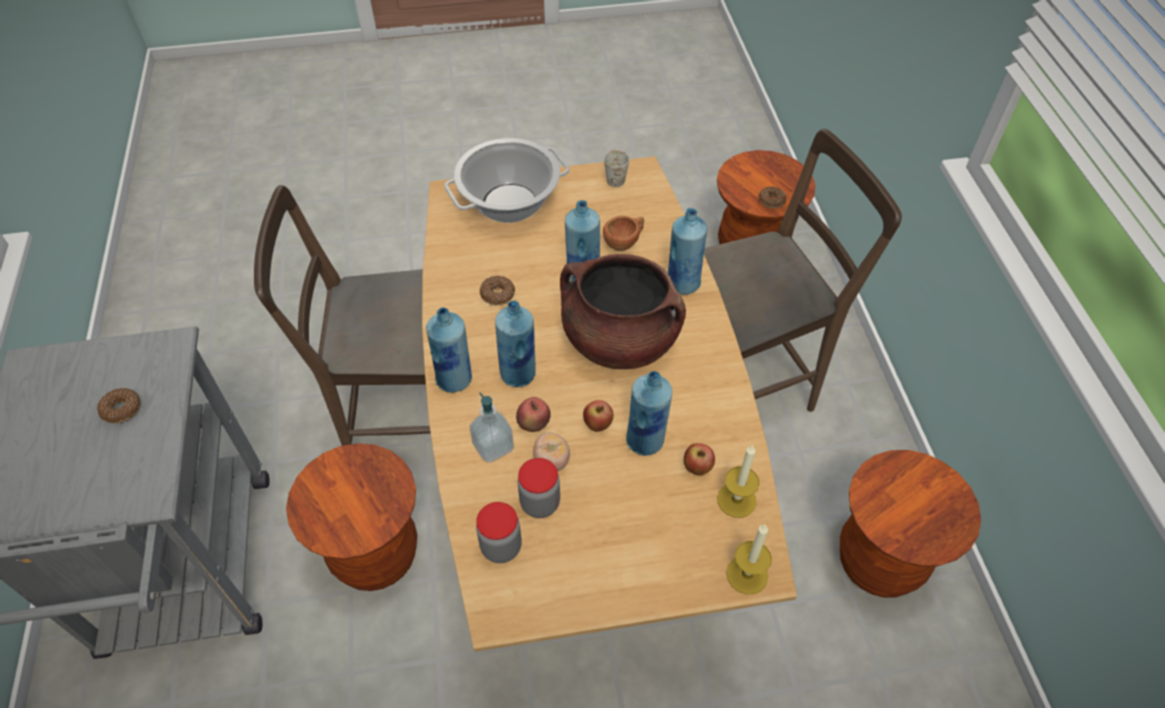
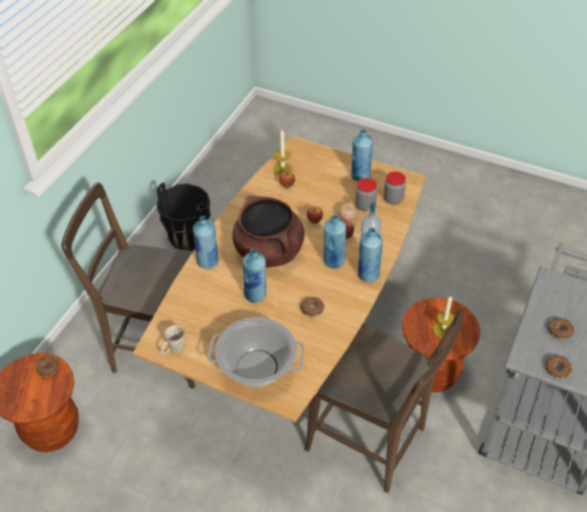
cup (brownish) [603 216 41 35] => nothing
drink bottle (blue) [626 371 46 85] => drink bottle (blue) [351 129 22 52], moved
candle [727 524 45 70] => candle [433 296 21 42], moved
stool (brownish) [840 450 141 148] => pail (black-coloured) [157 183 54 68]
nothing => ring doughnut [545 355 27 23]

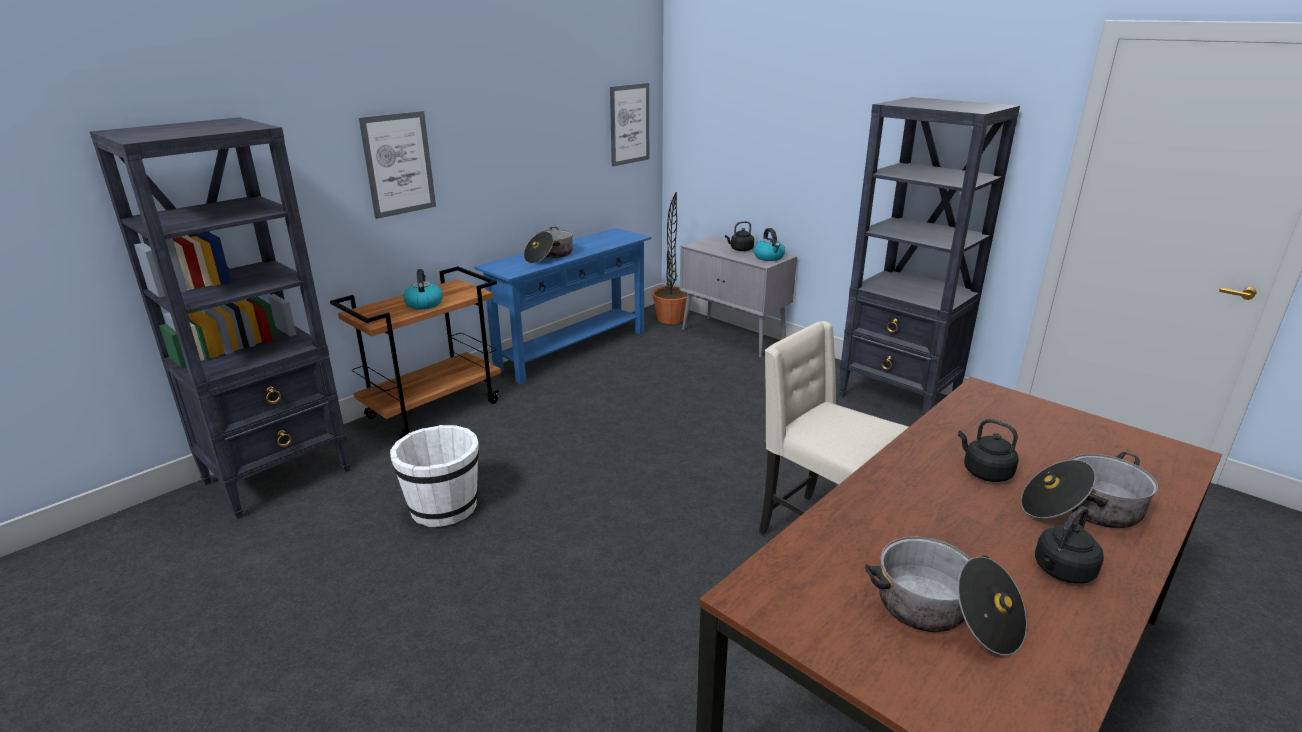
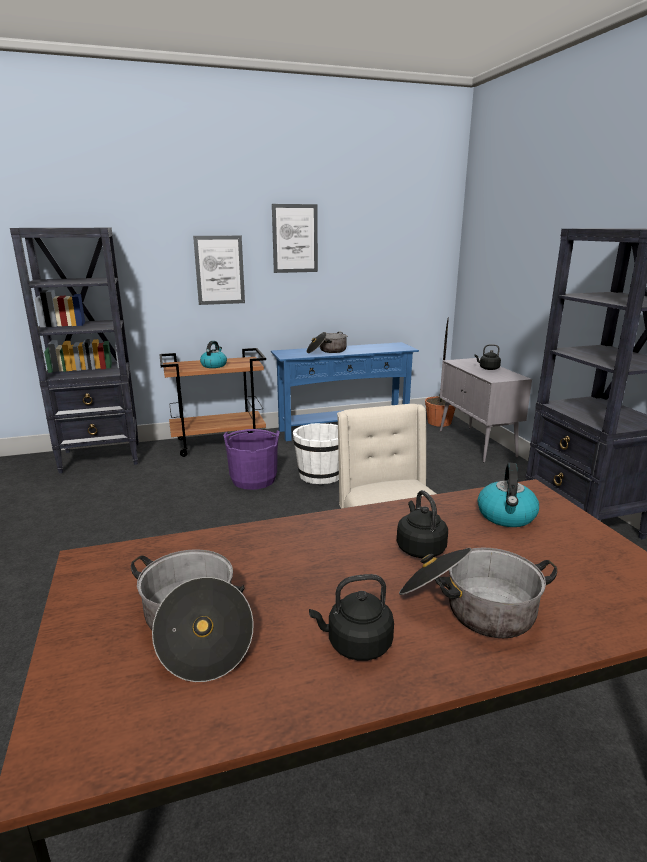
pail (white-coloured) [390 425 89 102] => pail (white-coloured) [293 423 46 61], moved
wall art [610 83 39 83] => wall art [272 204 46 69], moved
tea kettle [754 228 31 33] => tea kettle [477 463 62 64], moved
nothing => pail (purple-coloured) [223 429 57 61]

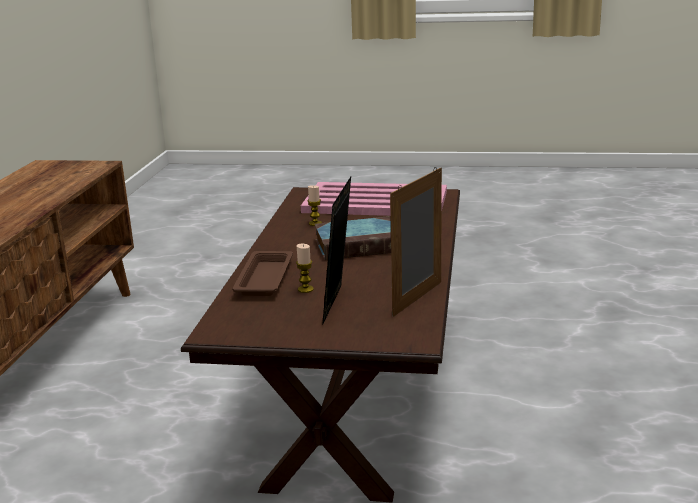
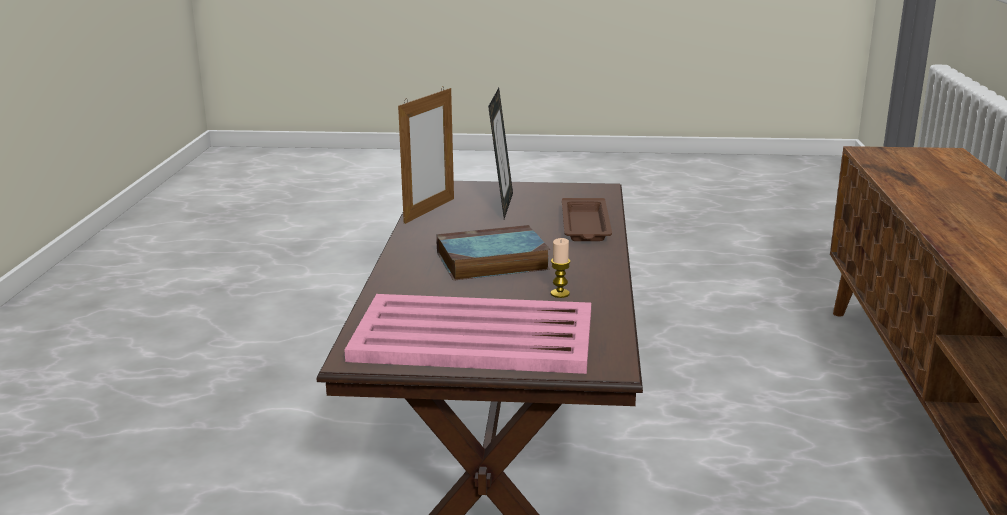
candle [296 244 18 49] => nothing

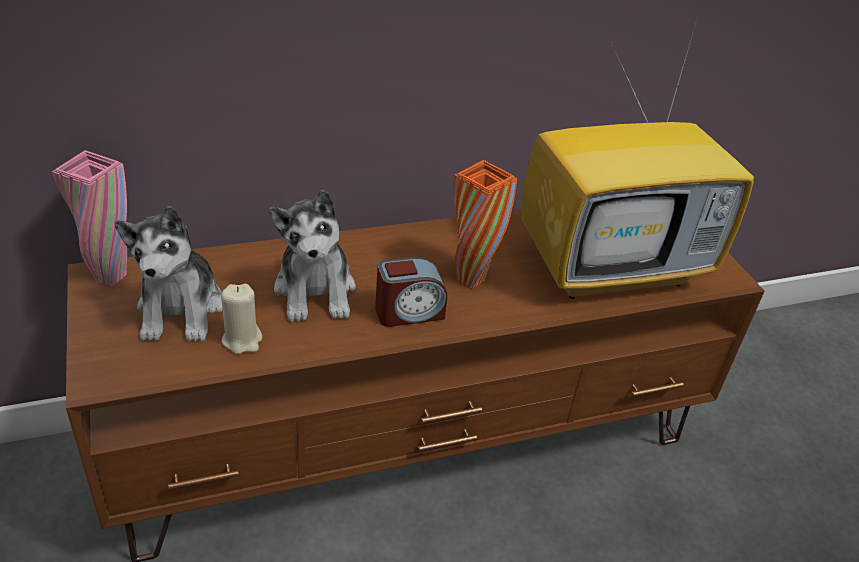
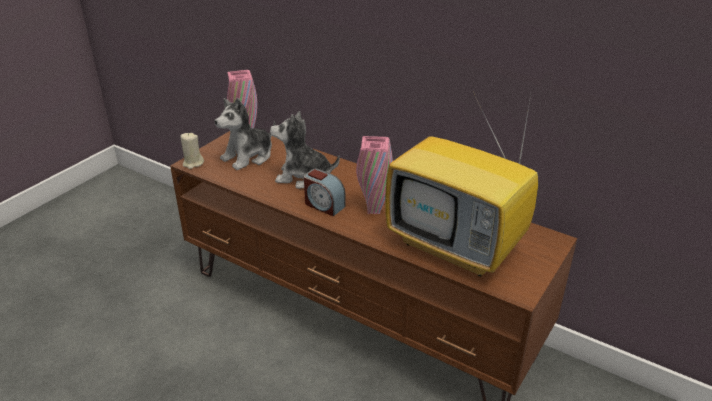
candle (beige-coloured) [221 284 41 70] => candle (beige-coloured) [180 133 24 36], moved
cuddly toy [269 190 87 132] => cuddly toy [270 111 70 78], 60 degrees clockwise
vase (orange) [453 160 64 129] => vase (pinkish) [356 136 37 78]

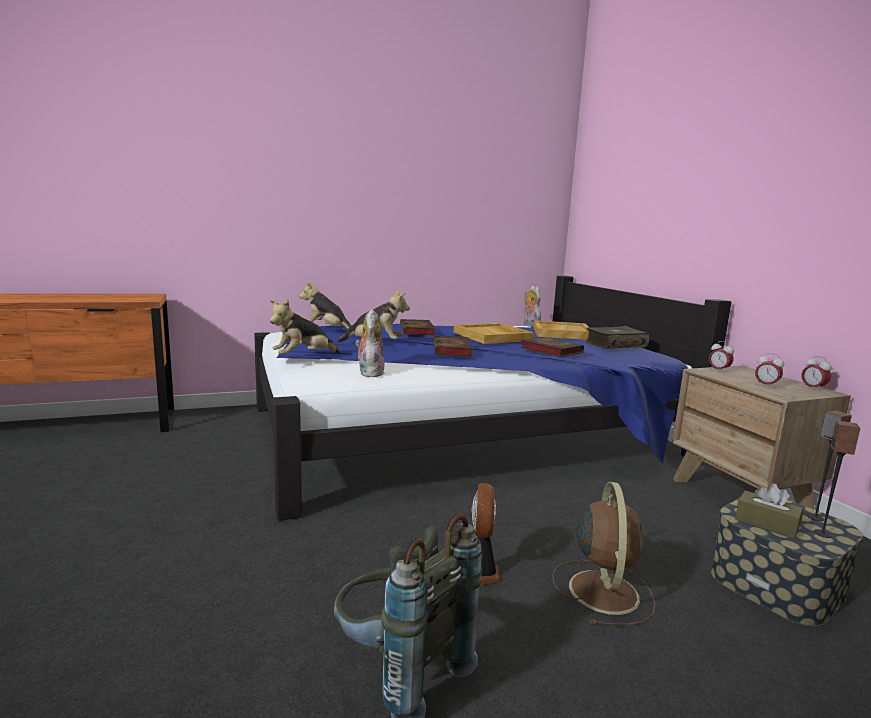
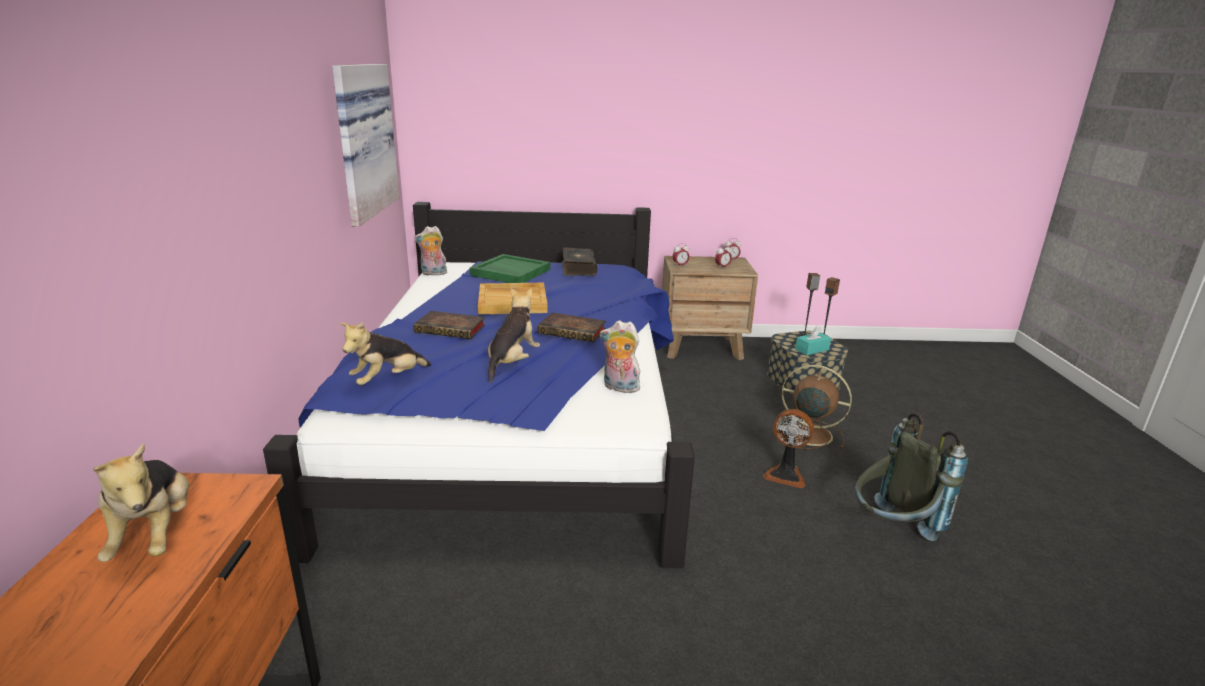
cuddly toy [270 299 70 56] => cuddly toy [93 443 96 119], moved
volume [521 337 63 20] => nothing
serving tray (beige-coloured) [533 320 57 20] => serving tray (greenish) [470 254 80 29]
tissue box (brownish) [735 484 69 55] => tissue box (blue-green) [795 326 36 29]
nothing => wall art [332 64 67 163]

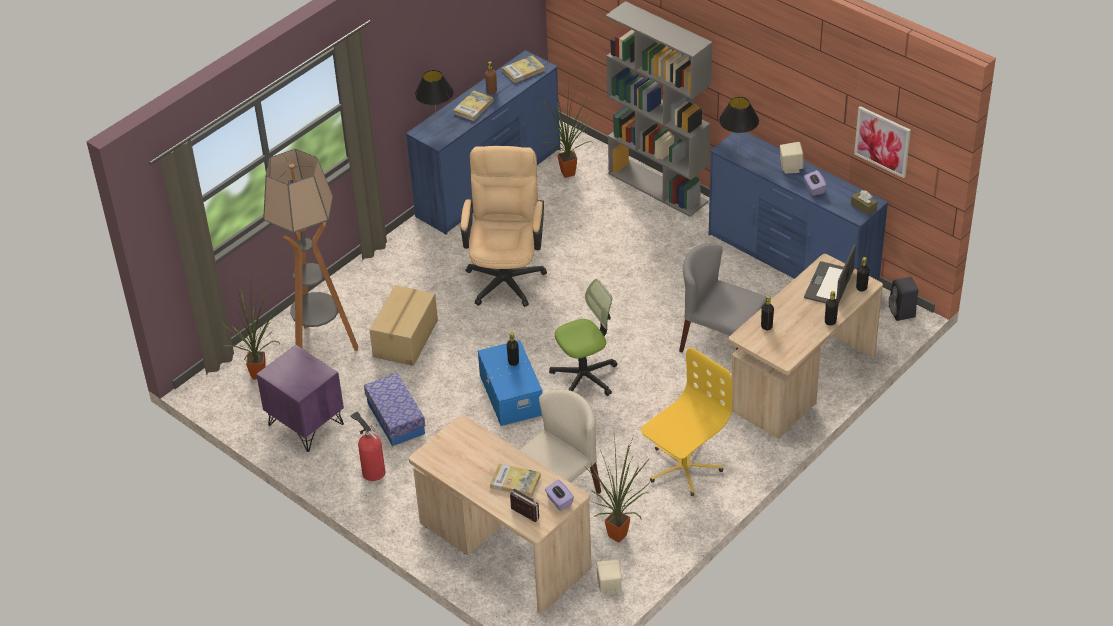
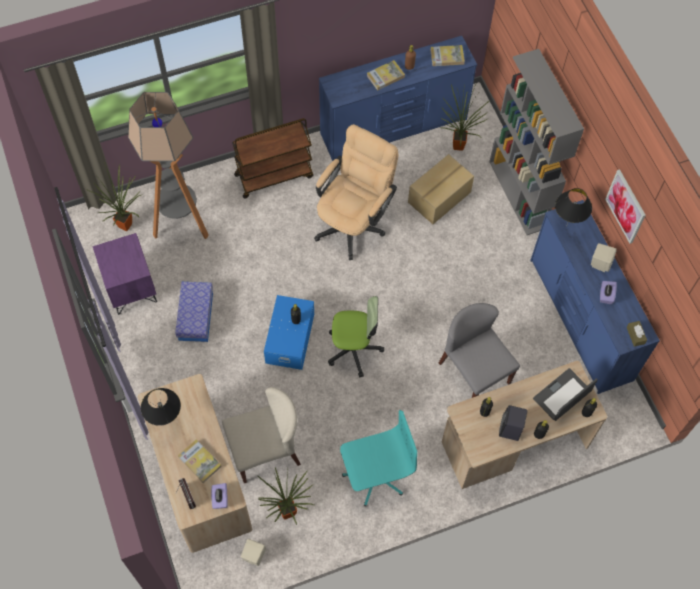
fire extinguisher [351 411 34 70] => nothing
carton [369 285 69 81] => carton [408 154 66 70], moved
tabletop lamp (black-coloured) [415 70 39 56] => tabletop lamp (black-coloured) [141 388 40 38], moved
desk chair (yellow-coloured) [641 348 91 148] => desk chair (blue-green) [340 410 77 97]
wall art [854 106 57 72] => wall art [605 169 41 75], moved
loudspeaker (black-coloured) [889 277 29 44] => loudspeaker (black-coloured) [499 405 28 36], moved
nothing => wheeled cart (brownish) [232 118 81 81]

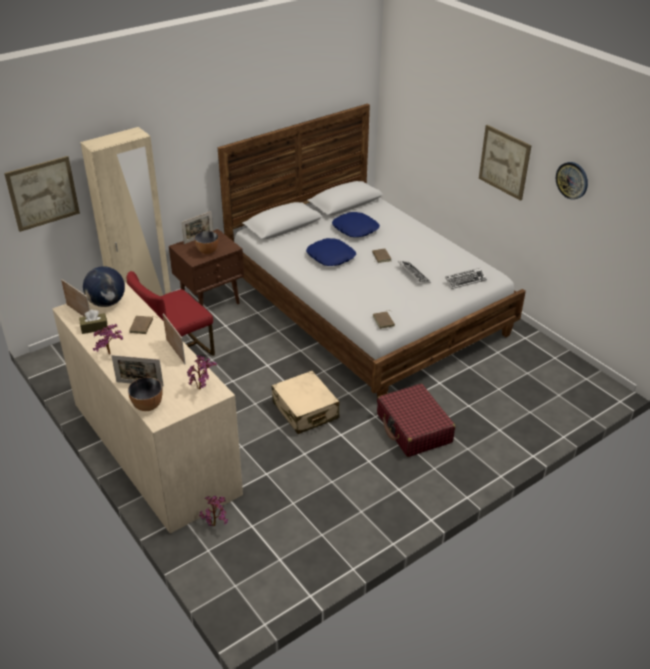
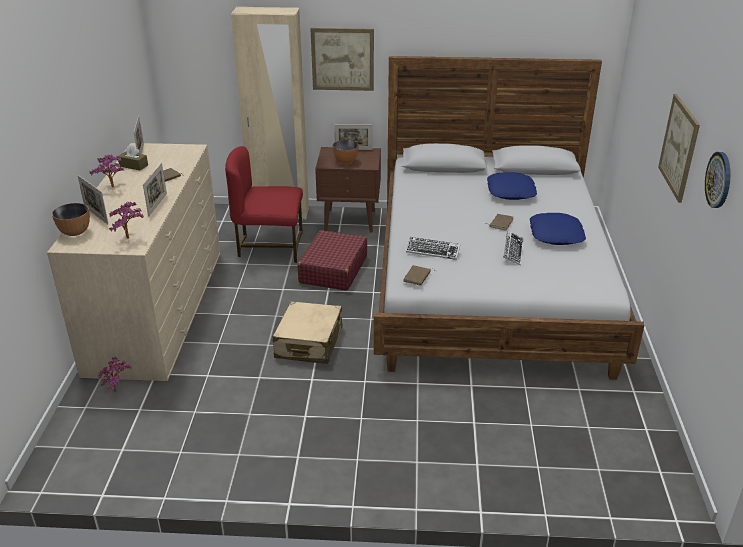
wall art [4 156 76 76] => wall art [310 28 64 63], moved
desk globe [83 266 42 41] => nothing
throw pillow (blue) [306 238 50 28] => throw pillow (blue) [530 213 56 32], moved
piece of luggage (red-coloured) [377 384 78 73] => piece of luggage (red-coloured) [298 230 69 61], moved
keyboard [445 268 42 21] => keyboard [406 237 54 23], moved

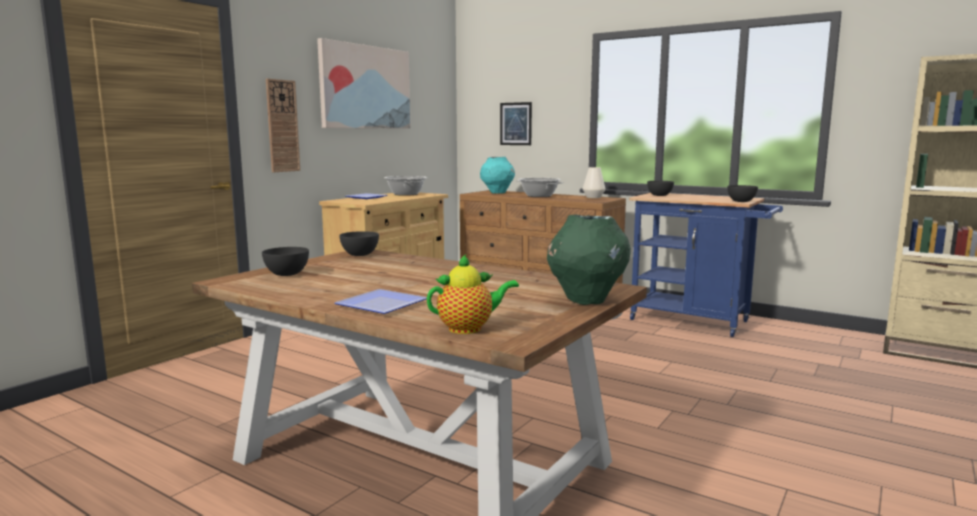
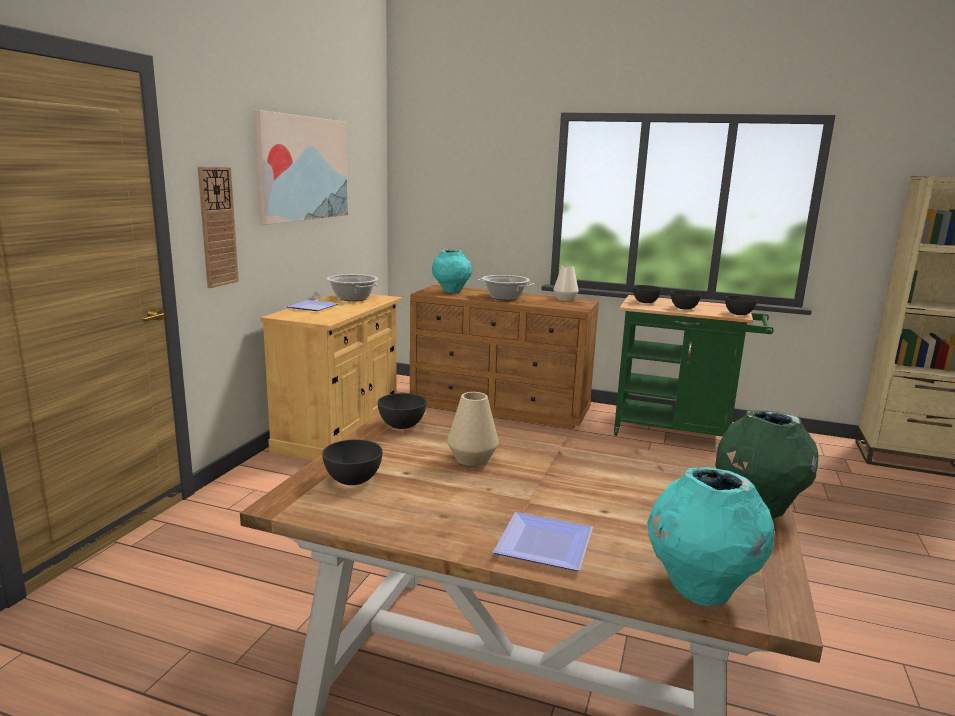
tea pot [427 254 92 80] => vase (blue-green) [647 467 127 139]
wall art [500 102 32 43] => nothing
wheeled cart (blue) [629 193 154 144] => wheeled cart (greenish) [614 295 160 142]
nothing => vase (beige-coloured) [447 392 52 74]
nothing => deep dish (greyish) [671 290 30 20]

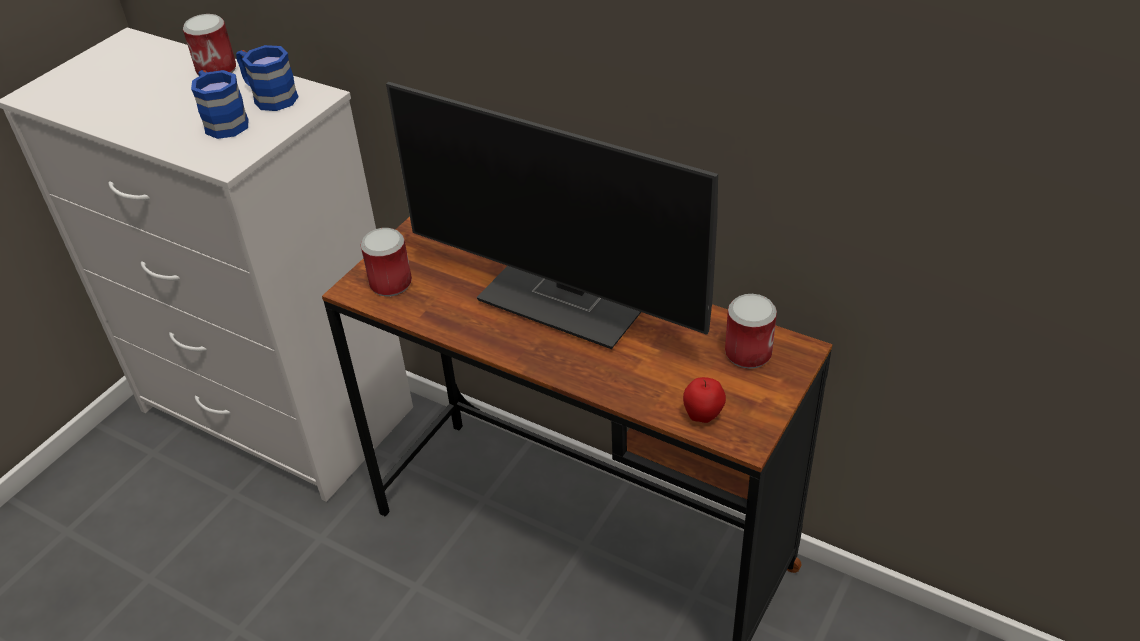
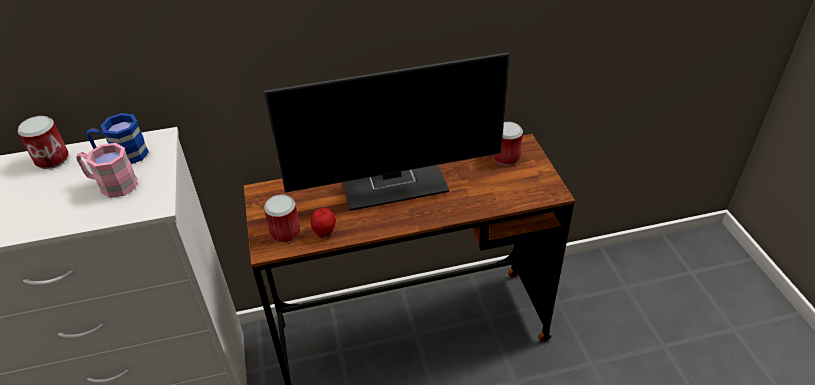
mug (blue) [191 70 58 69] => mug (pinkish) [76 143 61 55]
apple [683 377 43 46] => apple [310 208 26 30], moved

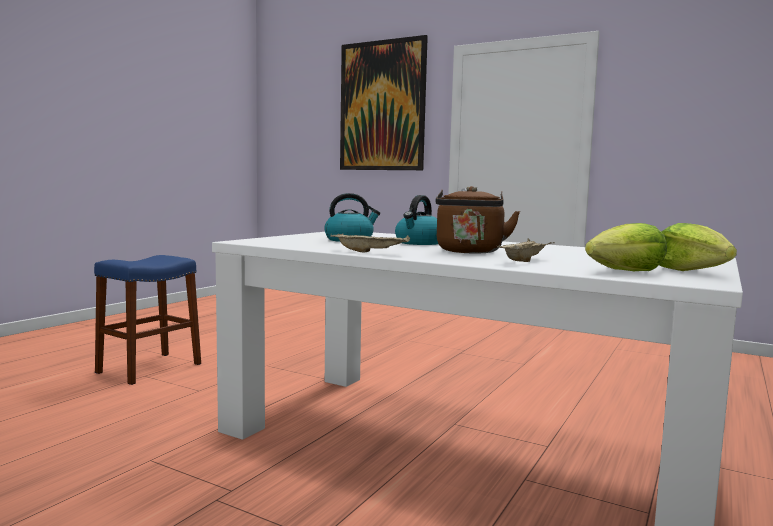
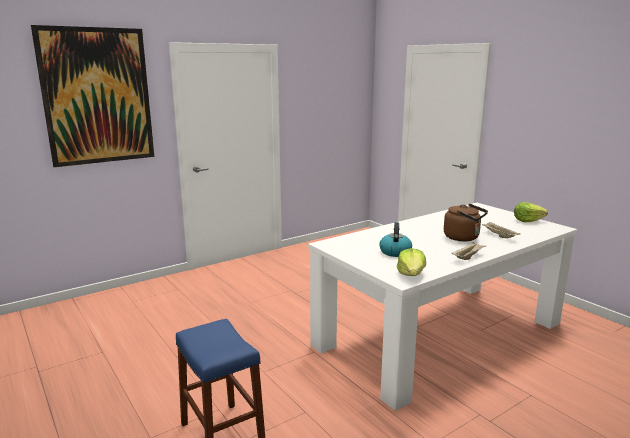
tea kettle [395 195 43 50] => nothing
head of lettuce [585 223 82 48] => head of lettuce [397 248 29 28], moved

